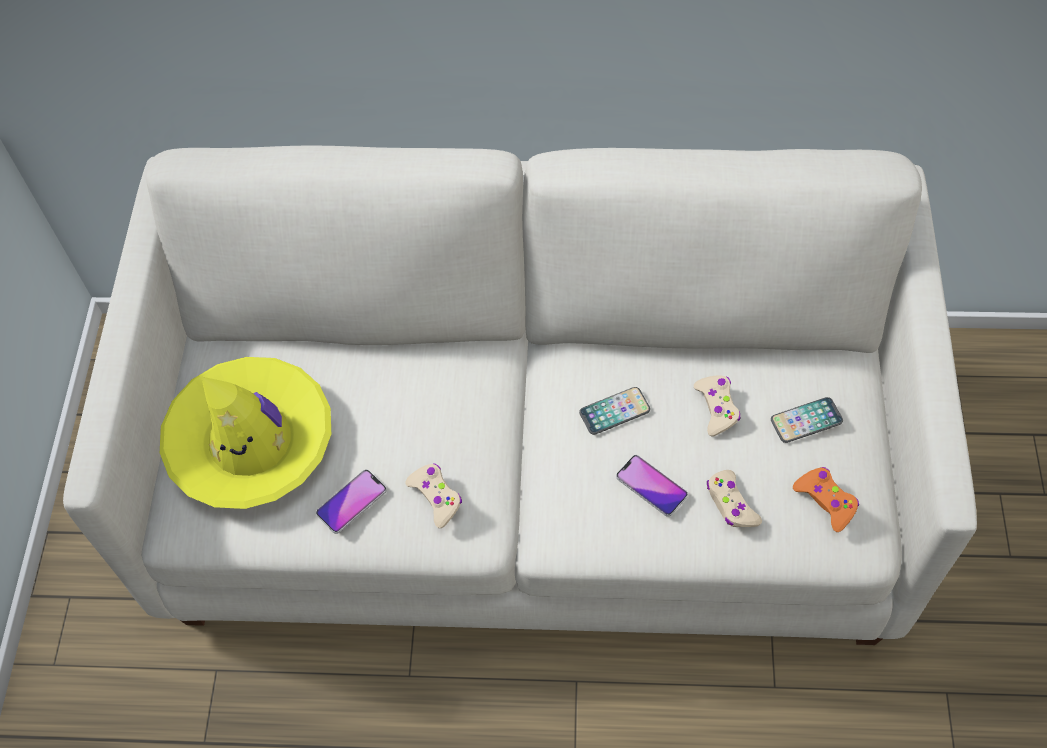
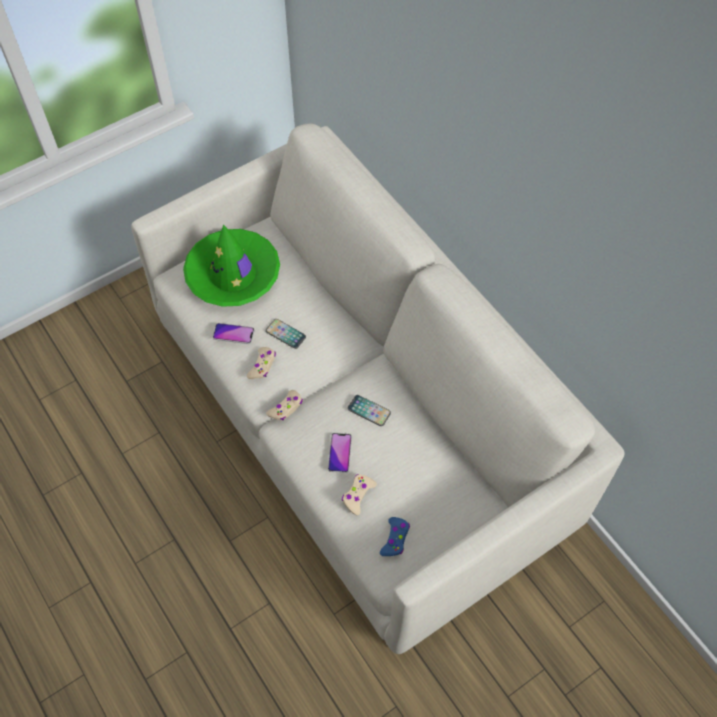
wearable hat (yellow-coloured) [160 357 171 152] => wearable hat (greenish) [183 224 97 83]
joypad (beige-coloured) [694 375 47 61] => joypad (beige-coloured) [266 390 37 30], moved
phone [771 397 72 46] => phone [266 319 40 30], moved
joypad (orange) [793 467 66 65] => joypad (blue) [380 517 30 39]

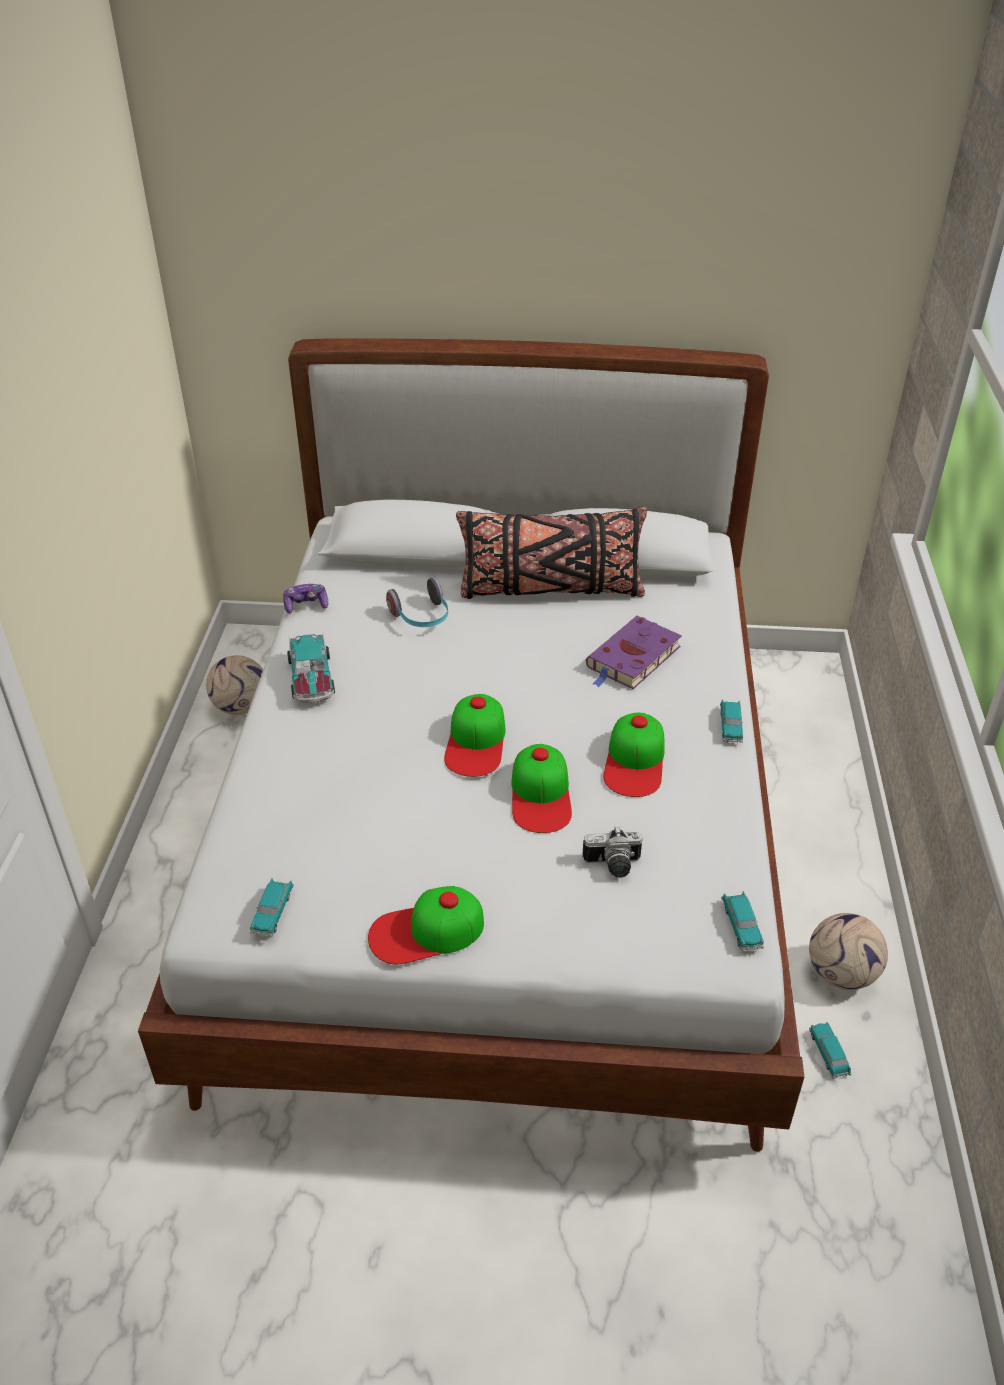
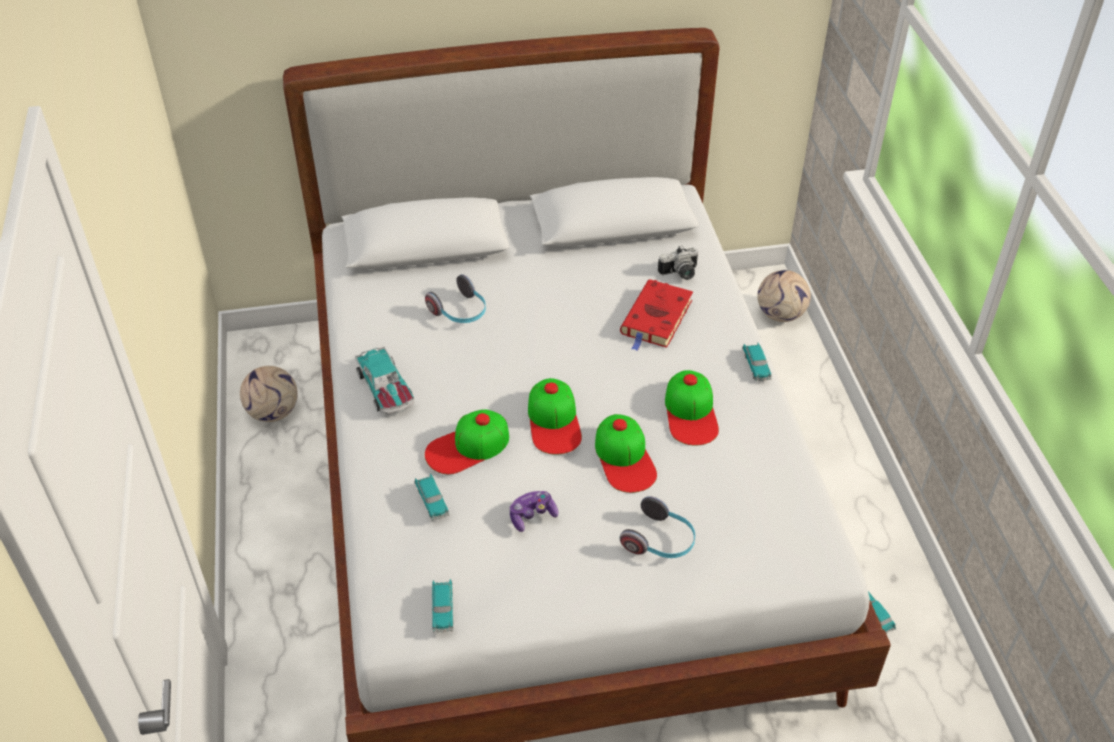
joypad [284 584 44 29] => joypad [510 491 49 41], moved
cap [368 886 116 78] => cap [425 410 84 64], moved
throw pillow (black-coloured) [456 507 191 92] => nothing
photo camera [583 826 60 52] => photo camera [658 246 40 34], moved
volume (purple-coloured) [586 616 96 73] => volume (red-coloured) [620 279 73 72]
toy car [721 891 43 60] => toy car [414 473 35 48], moved
football [809 913 79 77] => football [757 270 54 52], moved
nothing => headphones [620 496 75 62]

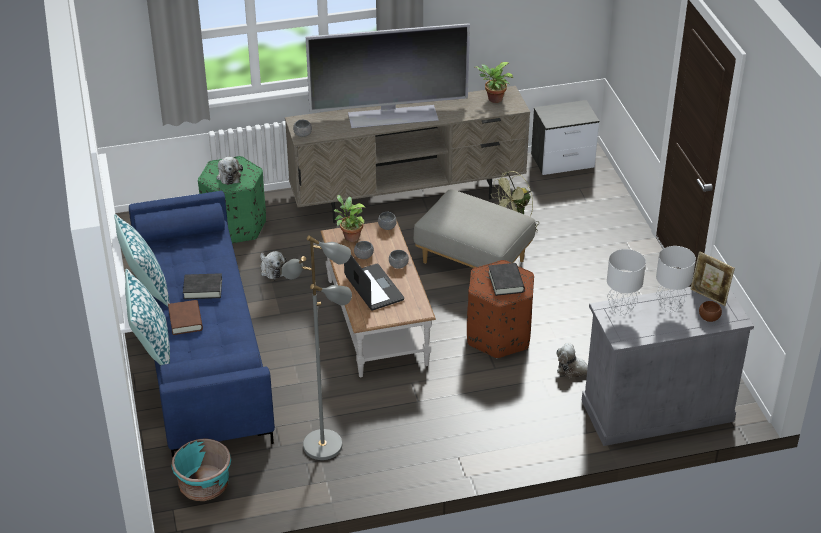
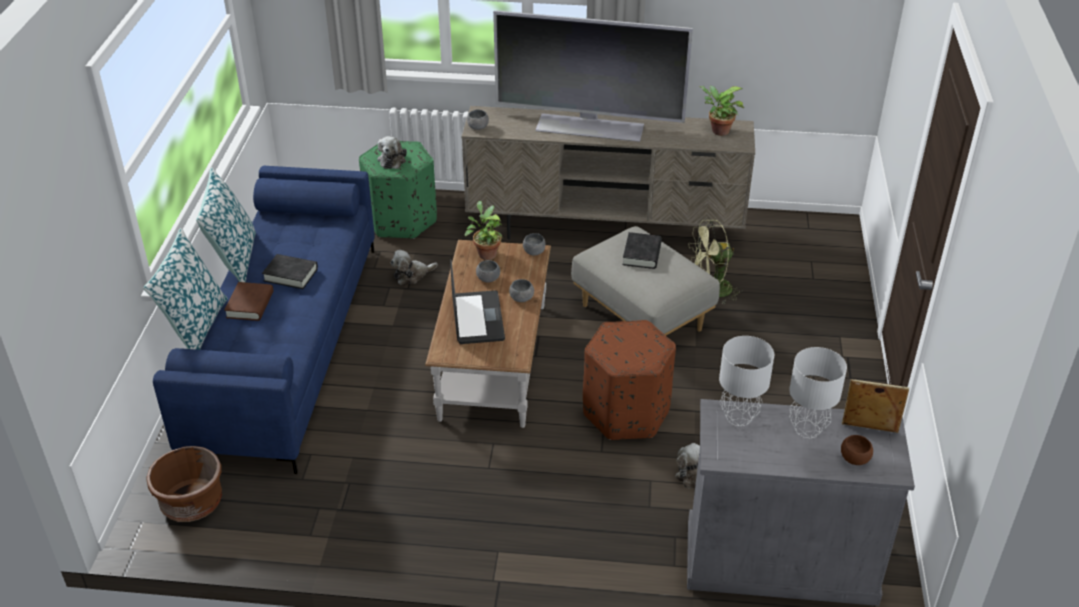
flower pot (blue-green) [171 438 60 63] => flower pot (brownish) [147 446 75 76]
cuddly toy [260 251 27 28] => cuddly toy [391 250 47 35], 75 degrees clockwise
standing lamp (greyish) [281 235 71 225] => nothing
volume (black-coloured) [488 263 37 33] => volume (black-coloured) [622 232 40 37], moved
bedside table [531 100 68 75] => nothing
standing frame [690 251 45 55] => standing frame [842 379 67 54], 135 degrees clockwise

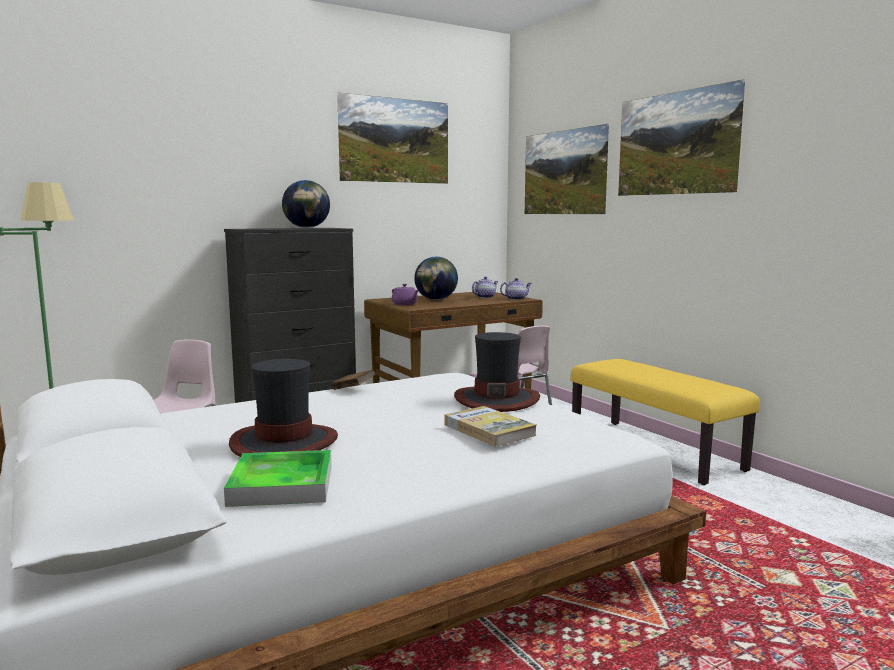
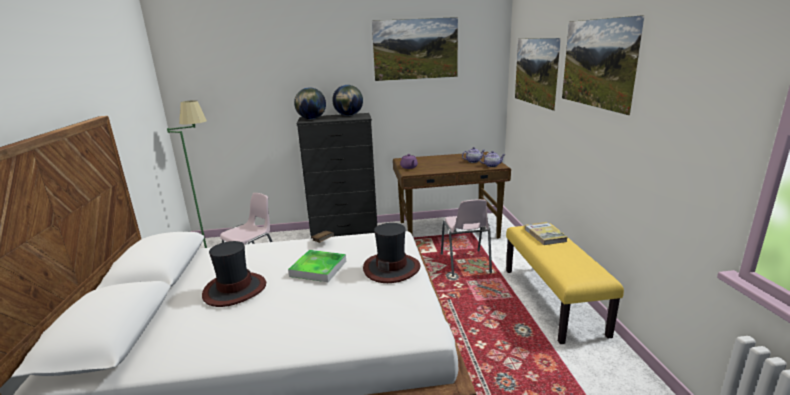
serving tray [224 450 108 57] => serving tray [288 250 58 32], moved
desk globe [414 257 44 43] => desk globe [294 88 32 31], moved
volume [444 406 93 41] => volume [524 222 43 23], moved

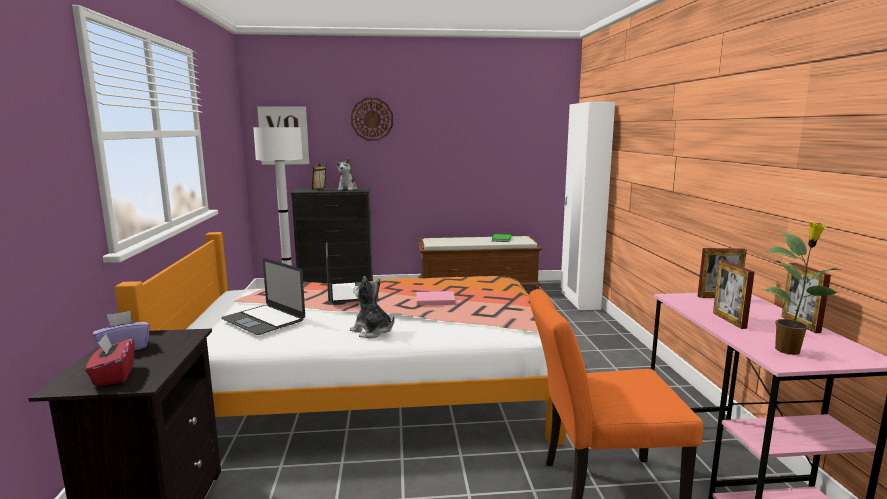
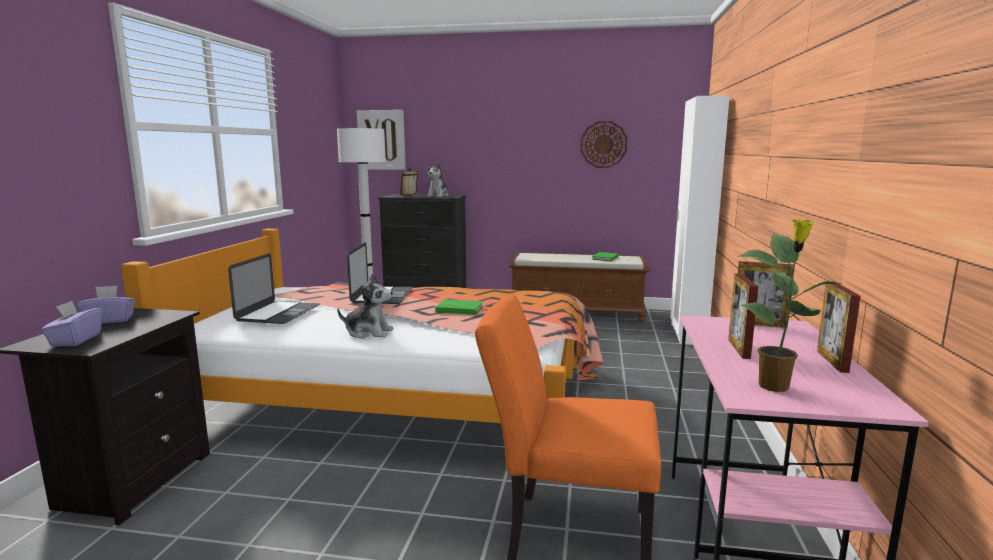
tissue box (red-coloured) [85 334 49 52] => tissue box (purple-coloured) [41 301 61 45]
notebook computer [221 258 84 77] => notebook computer [228 253 91 71], 135 degrees counterclockwise
cuddly toy [350 276 45 62] => cuddly toy [337 273 57 66], 135 degrees clockwise
wall clock [351 98 42 43] => wall clock [580 121 48 47], moved
volume (pinkish) [416 291 39 15] => volume (greenish) [435 299 48 16]

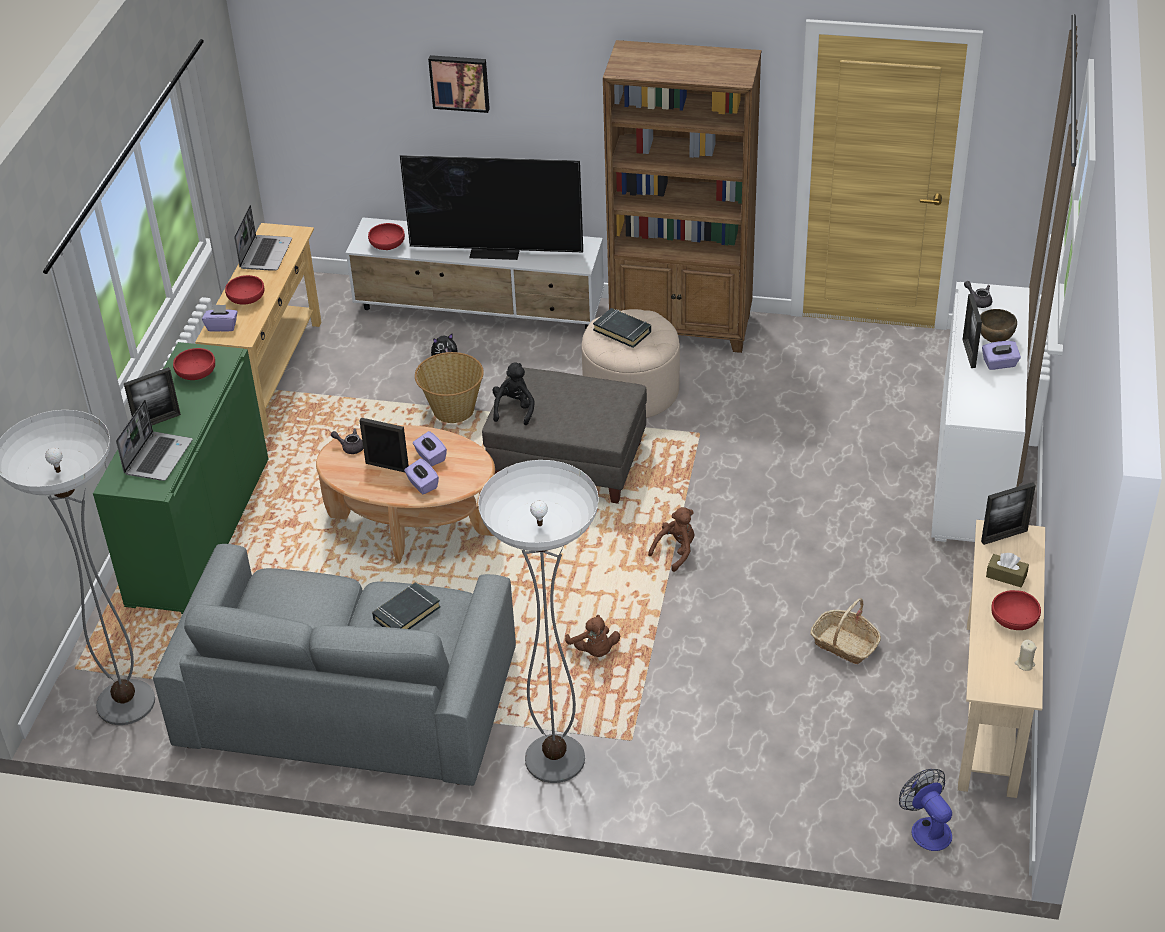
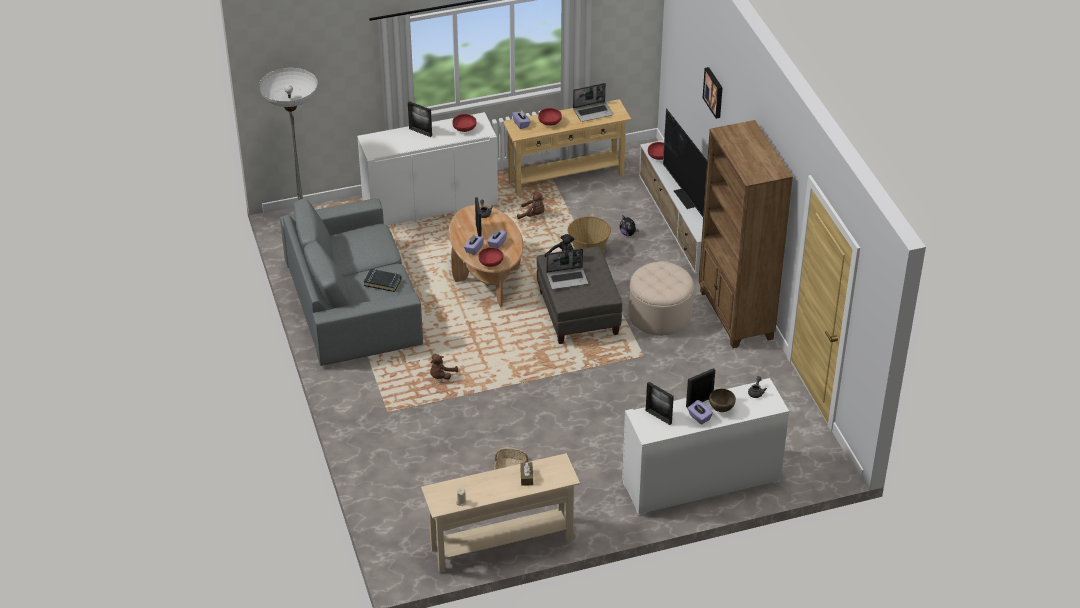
cabinet (greenish) [93 342 175 272] => cabinet (white-coloured) [357 112 141 113]
notebook computer [116 400 76 81] => notebook computer [546 249 42 40], moved
standing lamp [478 460 121 323] => nothing
volume (black-coloured) [593 308 58 40] => nothing
cuddly toy (brownish) [648 507 46 65] => cuddly toy (brownish) [517 192 28 27], moved
fan [899 769 53 82] => nothing
standing frame [981 482 55 63] => standing frame [646 382 28 43], moved
deep dish (red-coloured) [991 590 50 40] => deep dish (red-coloured) [478 247 25 20], moved

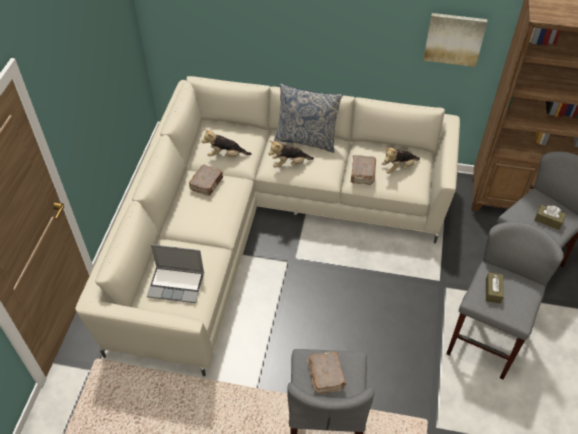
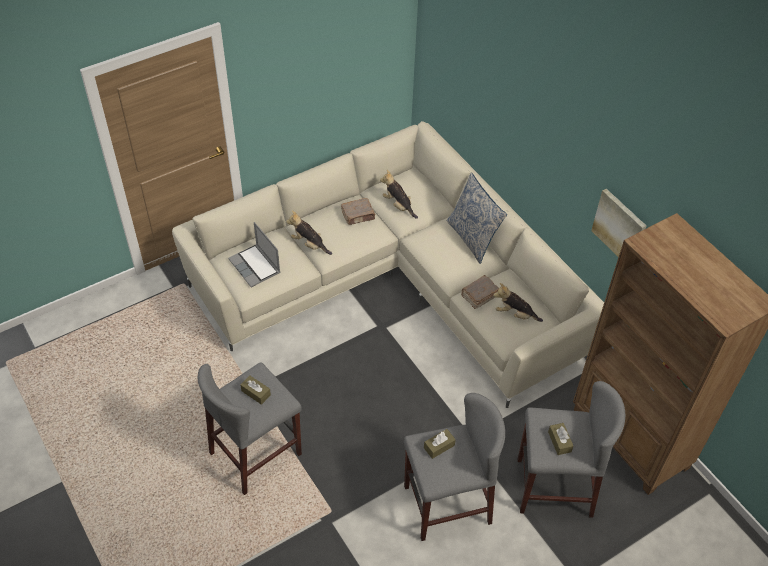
cuddly toy [268 141 46 27] => cuddly toy [286 210 46 45], moved
volume (brownish) [308 351 38 43] => tissue box (brownish) [240 375 31 30]

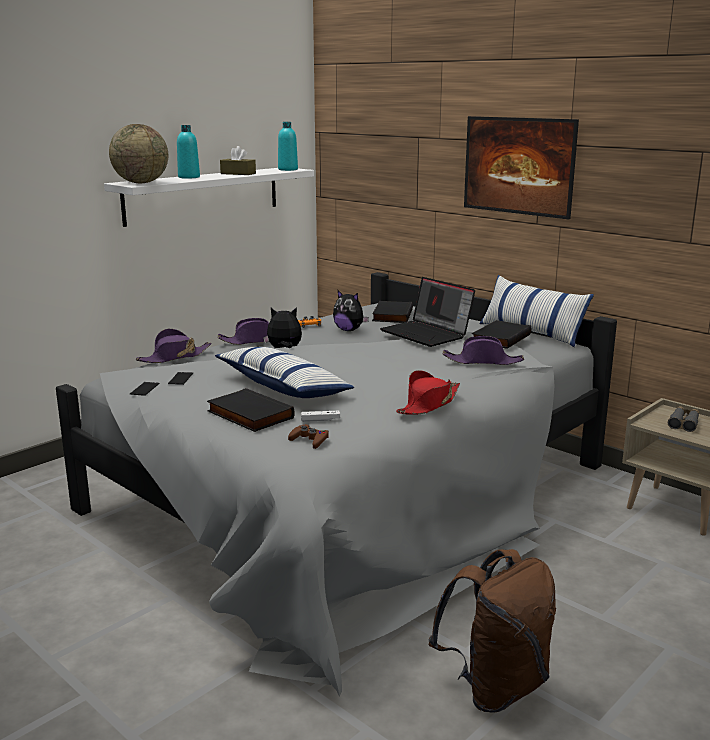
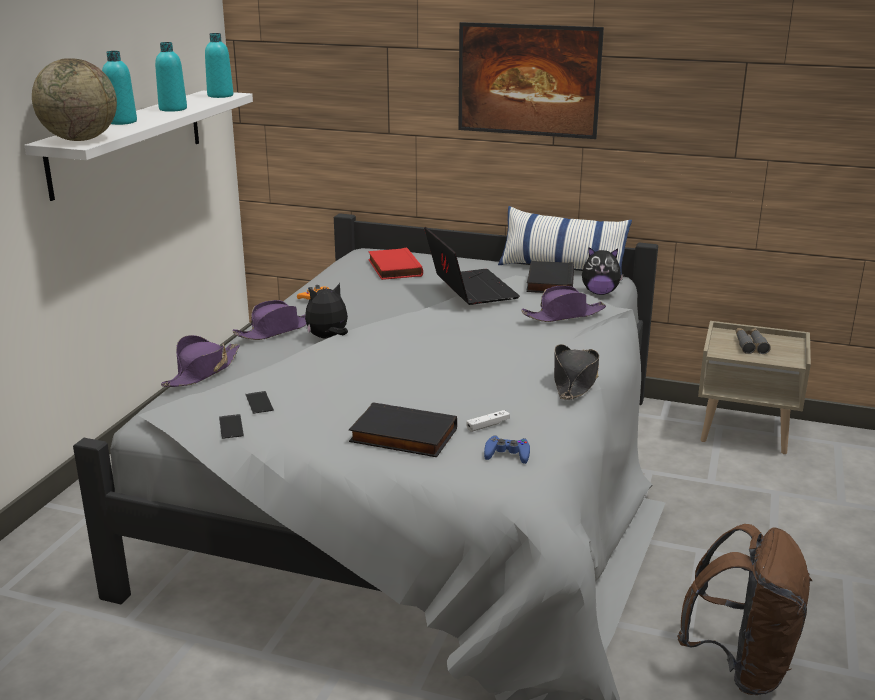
throw pillow [215 347 139 51] => nothing
tissue box (brownish) [220 146 36 29] => drink bottle (blue-green) [155 42 32 70]
joypad (brownish) [288 424 41 25] => joypad (blue) [484 436 46 28]
cuddly toy [333 291 36 40] => cuddly toy [582 247 42 48], moved
volume (black-coloured) [372 301 41 22] => volume (red-coloured) [368 248 55 32]
notebook computer [380 277 95 70] => notebook computer [424 227 96 78], 135 degrees counterclockwise
wearable hat (red-coloured) [396 370 64 44] => wearable hat (black-coloured) [554 344 45 56]

